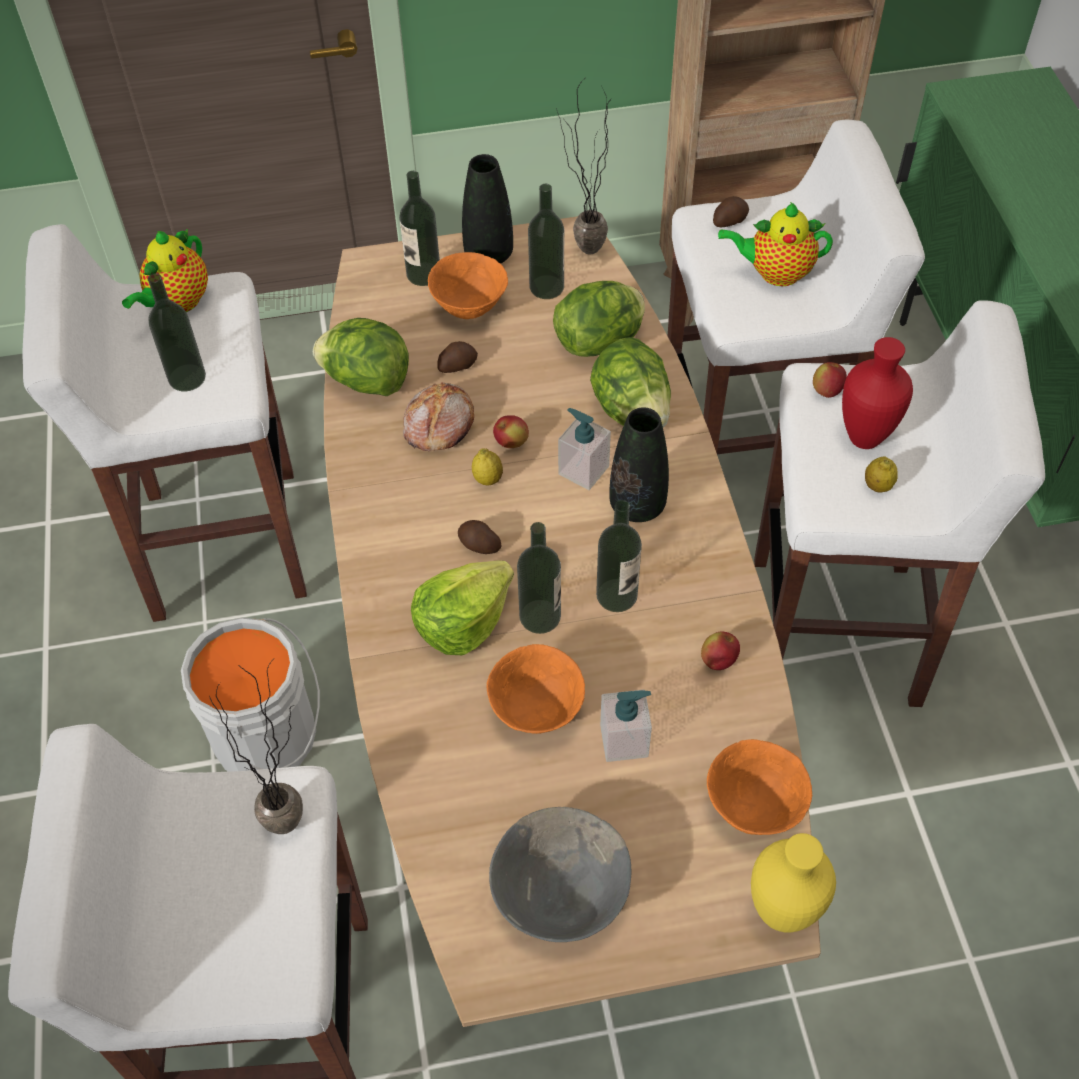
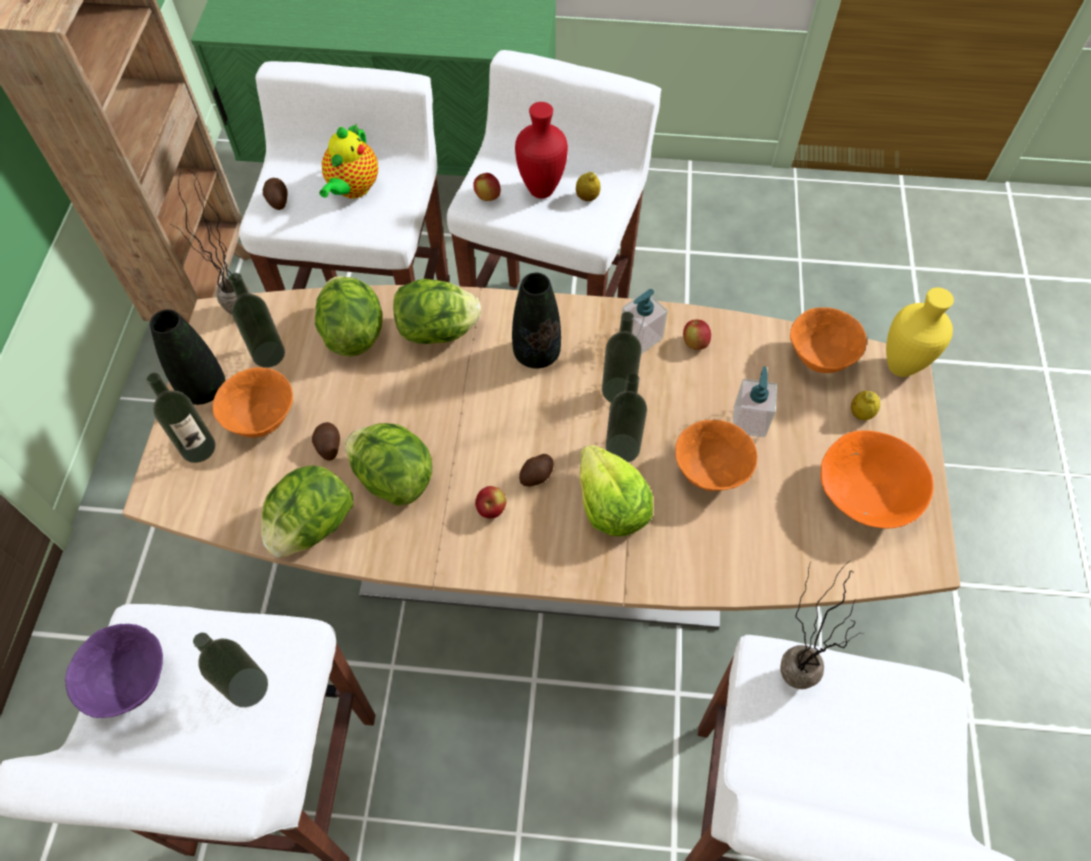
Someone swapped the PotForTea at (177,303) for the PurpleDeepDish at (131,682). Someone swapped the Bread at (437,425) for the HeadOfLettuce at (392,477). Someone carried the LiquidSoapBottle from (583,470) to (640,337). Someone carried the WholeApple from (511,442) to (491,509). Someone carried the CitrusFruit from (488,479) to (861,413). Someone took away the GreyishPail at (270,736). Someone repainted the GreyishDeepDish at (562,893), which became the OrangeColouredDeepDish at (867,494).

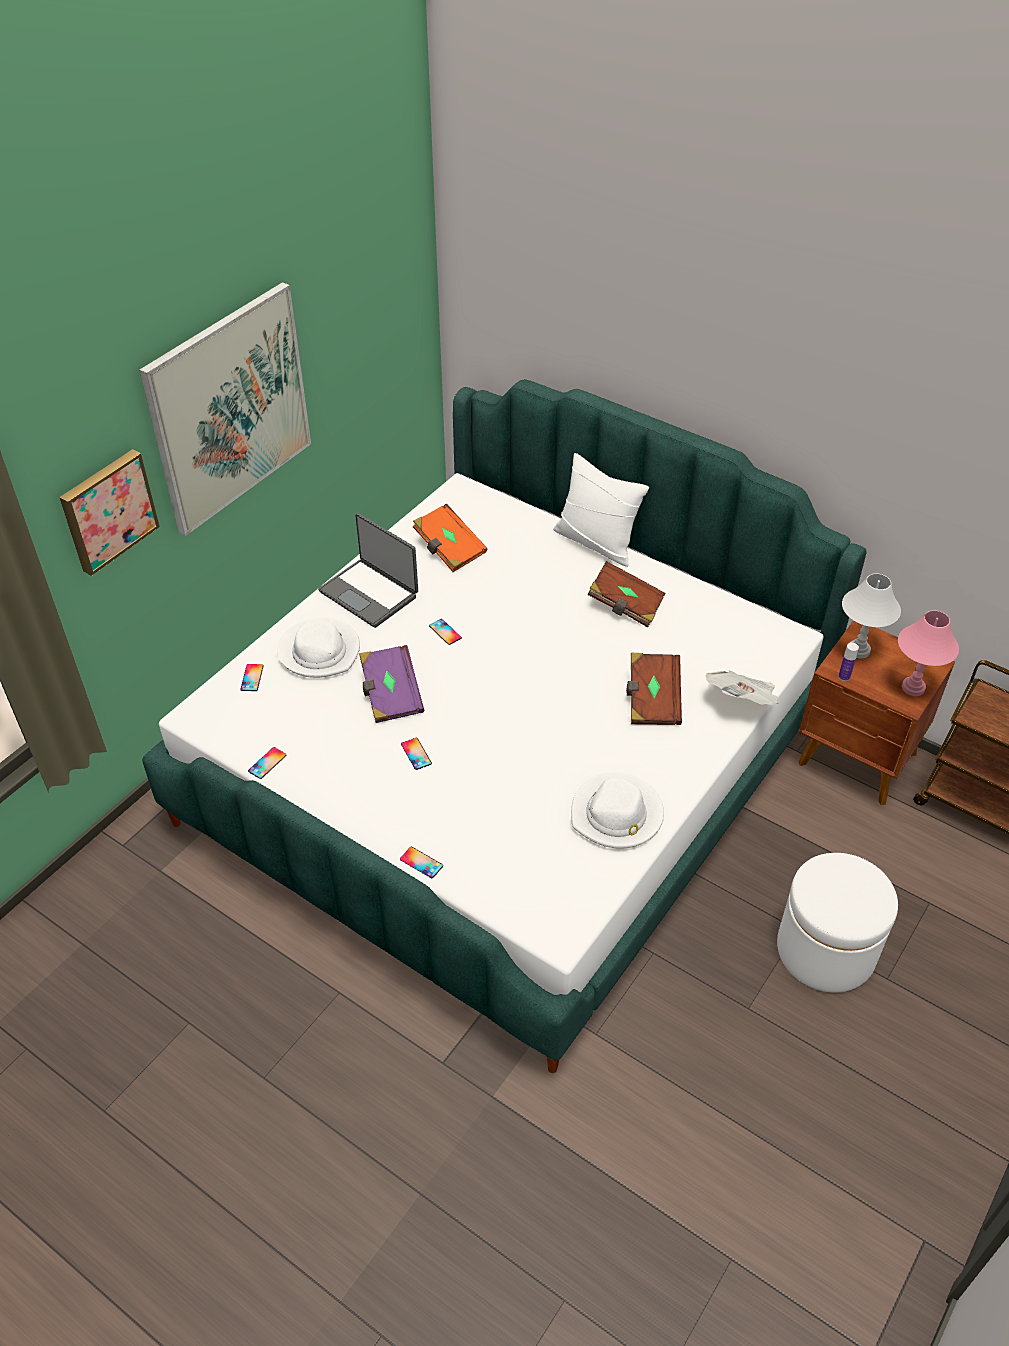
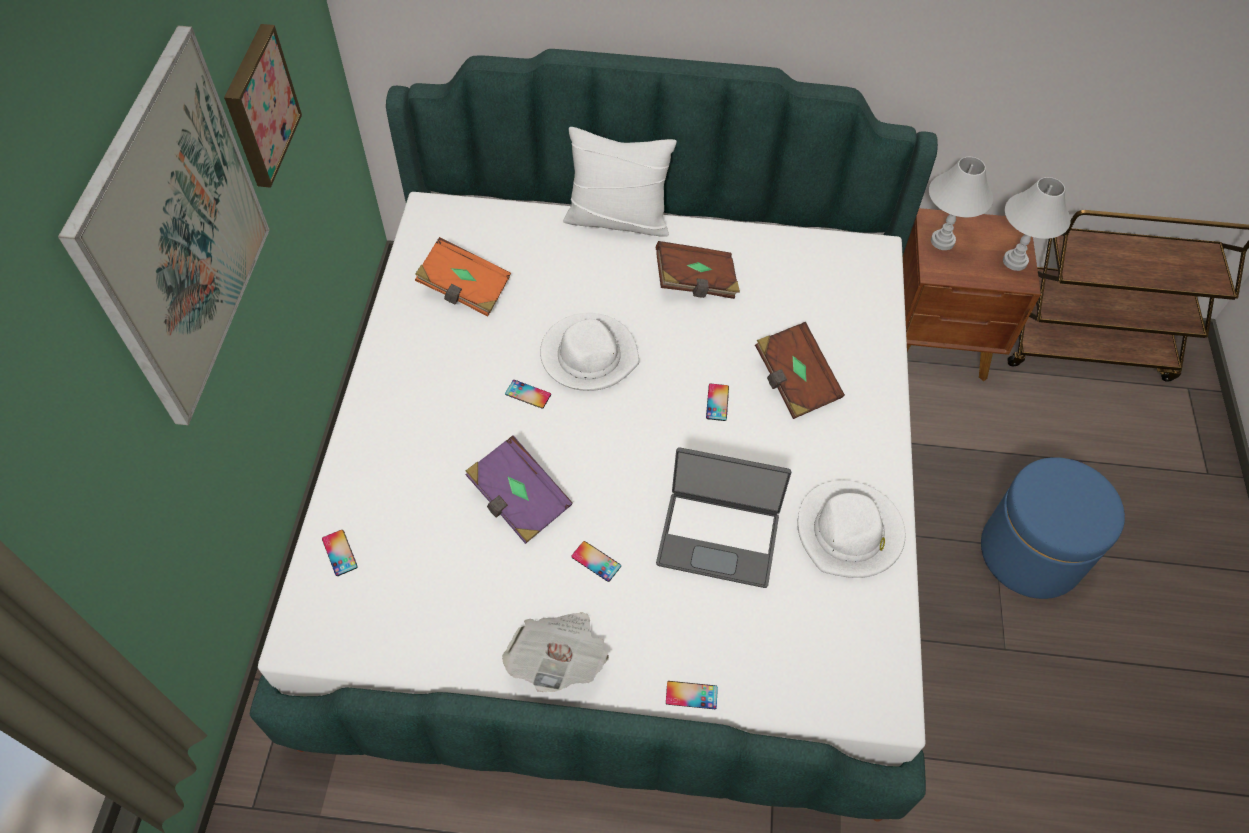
Someone carried the WallArt from (107,510) to (259,106). Someone carried the Laptop from (370,593) to (719,537). Someone repainted the PinkTabletopLamp at (913,687), which became the WhiteColouredTabletopLamp at (1014,261). Someone carried the WhiteColouredClothingHat from (320,651) to (589,355). Someone took away the BeverageBottle at (844,677). Someone carried the PrintedPaper from (742,701) to (559,659). Someone carried the Telephone from (267,763) to (717,402). Someone repainted the WhiteColouredPouffe at (825,950), which became the BluePouffe at (1030,553).

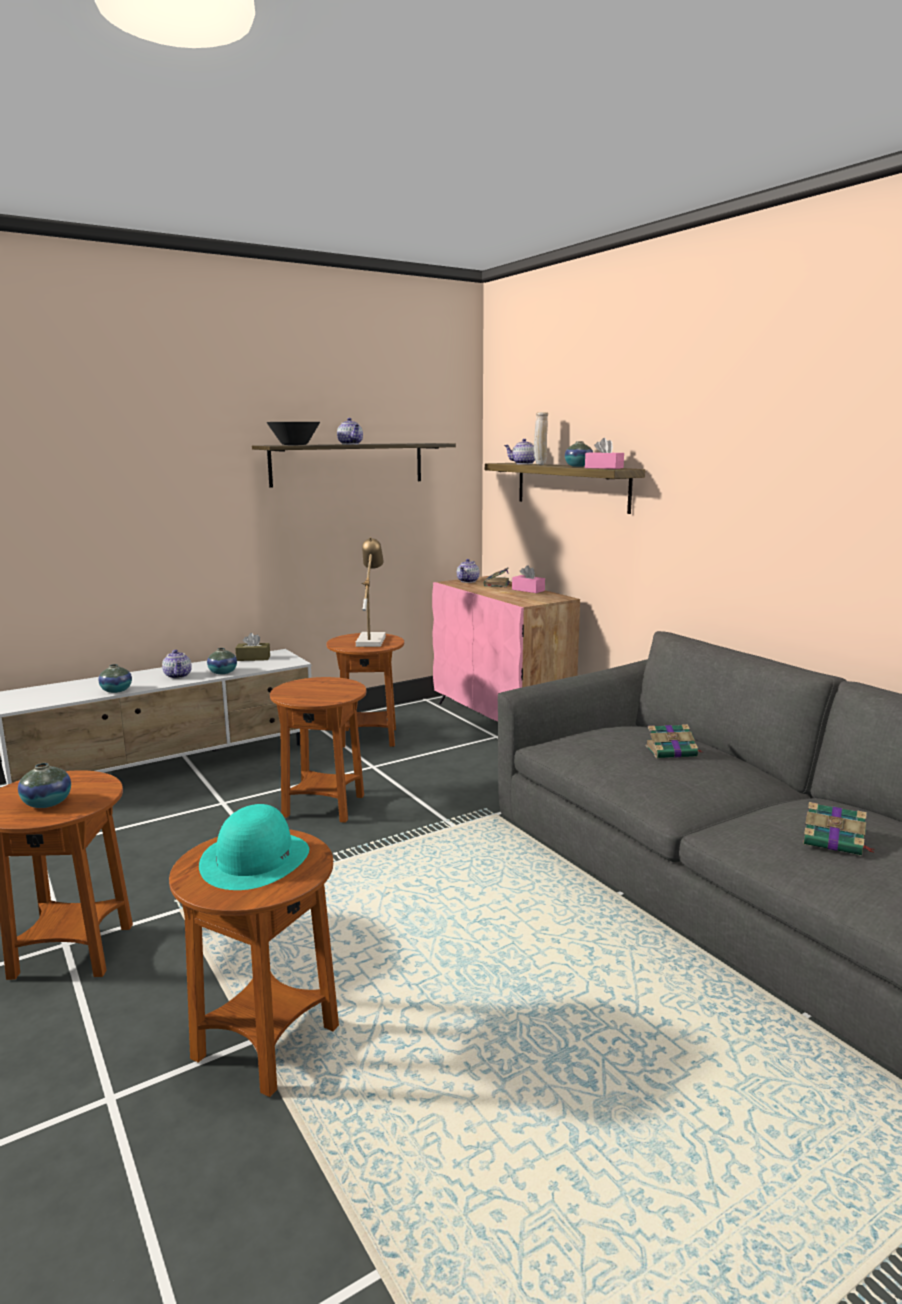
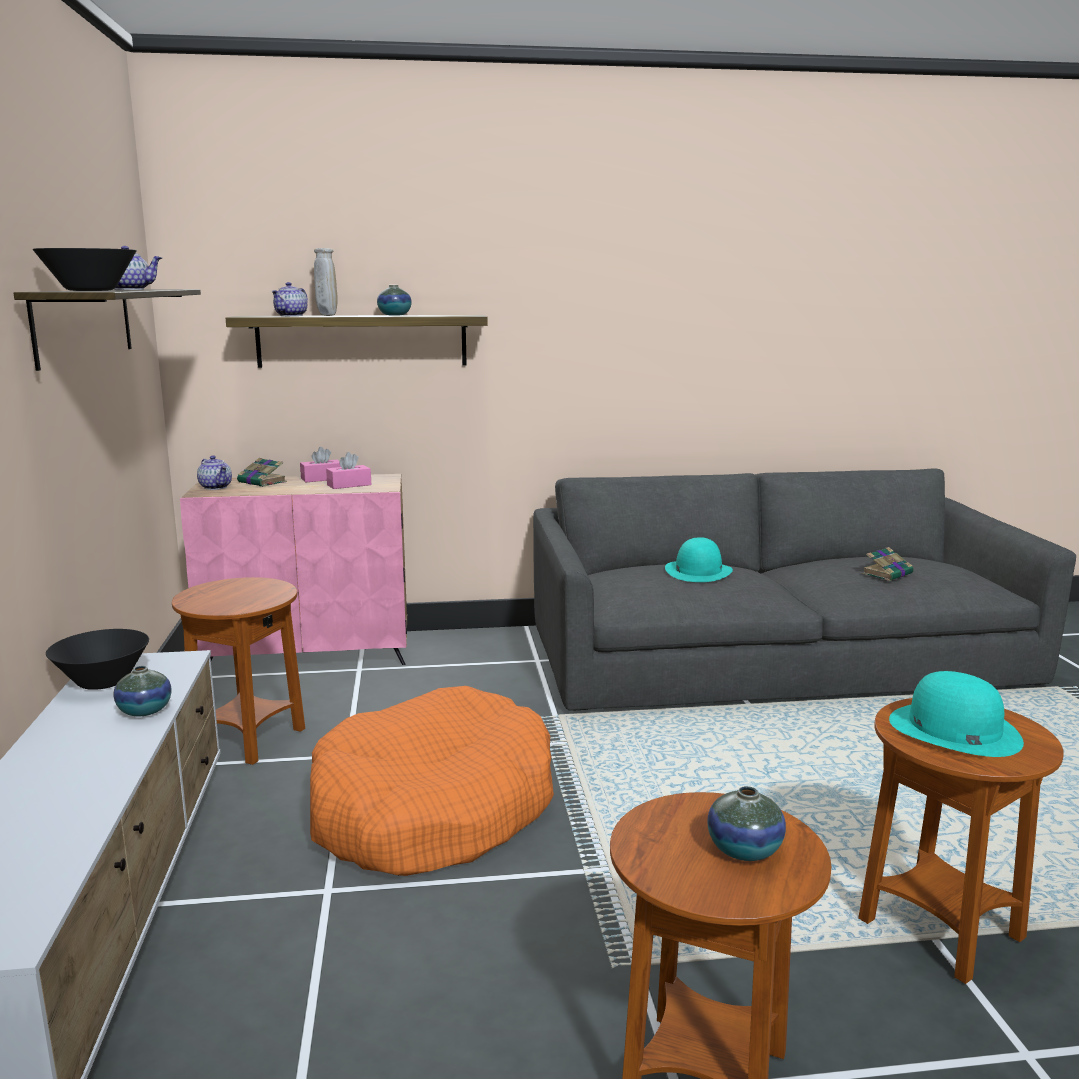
Someone carried the PinkTissueHolder from (604,468) to (349,485). Someone took away the TabletopLamp at (371,640). Someone swapped the BrownColouredTissueHolder at (253,658) for the BlackColouredDeepDish at (103,682). Someone took away the PotForTea at (178,676). Someone took away the DecorativeVase at (116,690). Someone swapped the BrownColouredEndTable at (324,807) for the OrangeColouredDogBed at (432,809). Someone swapped the Volume at (672,751) for the TurquoiseColouredClothingHat at (698,571).

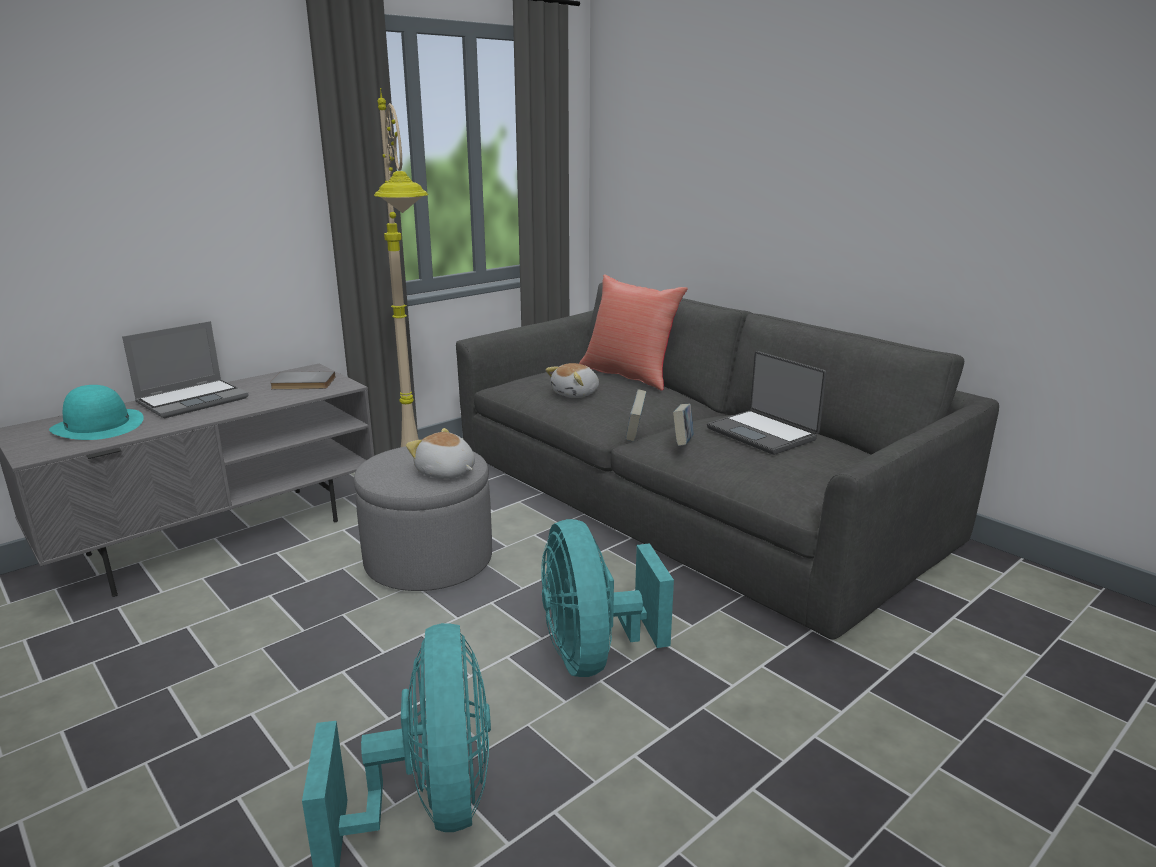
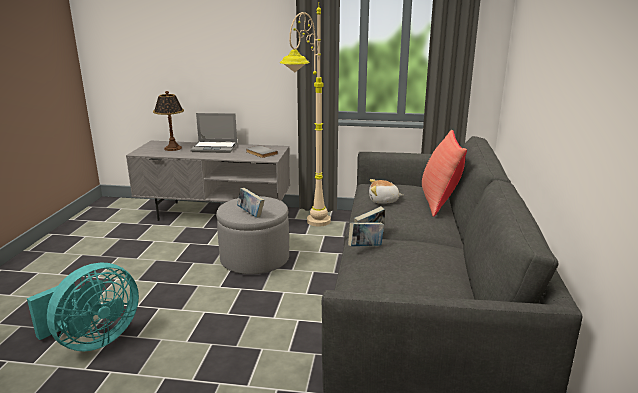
Someone took away the Laptop at (763,433). Someone swapped the TurquoiseColouredClothingHat at (98,425) for the TabletopLamp at (172,148). Someone swapped the CuddlyToy at (445,472) for the Volume at (251,214). Someone took away the TurquoiseColouredElectricFan at (593,654).

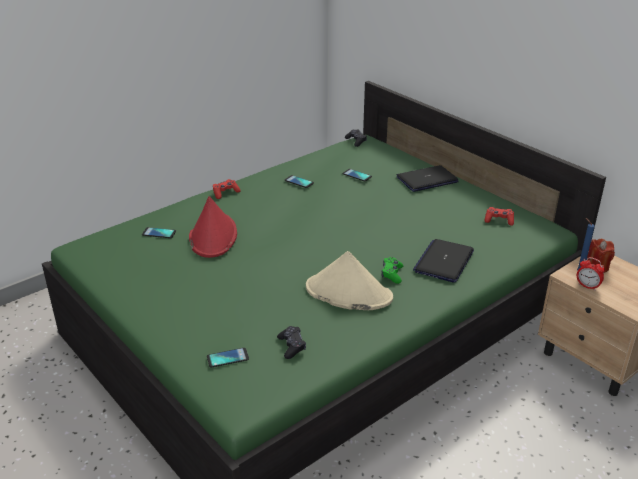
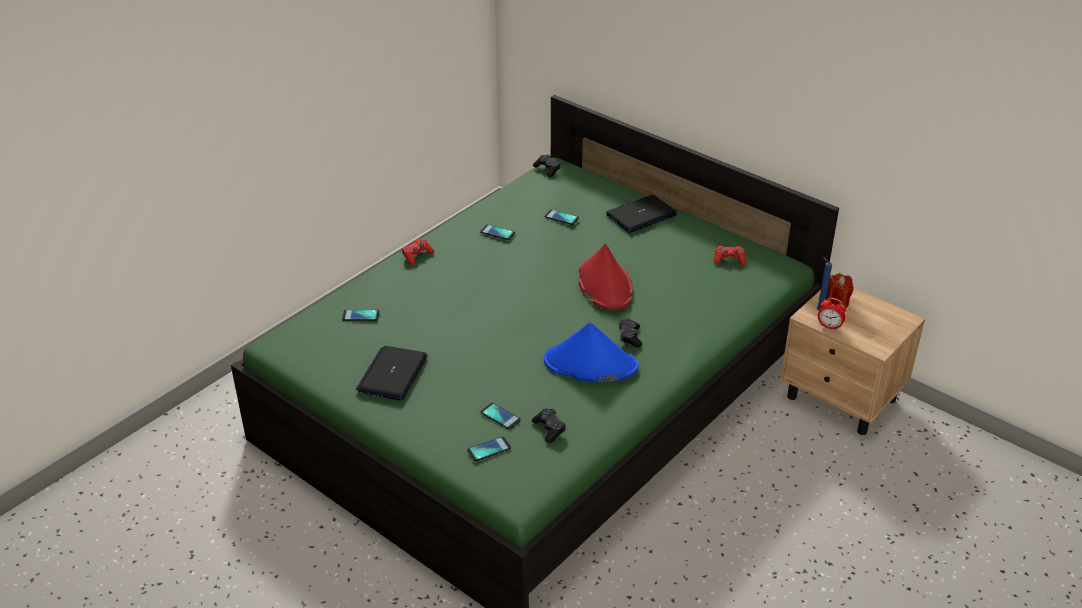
Someone carried the RedClothingHat from (213,236) to (604,284). Someone carried the Laptop from (444,261) to (392,374). Someone repainted the SandColouredClothingHat at (348,293), which became the BlueClothingHat at (590,364). Someone repainted the GreenColouredJoypad at (392,274), which became the BlackColouredJoypad at (630,337). Someone put down the Telephone at (500,416).

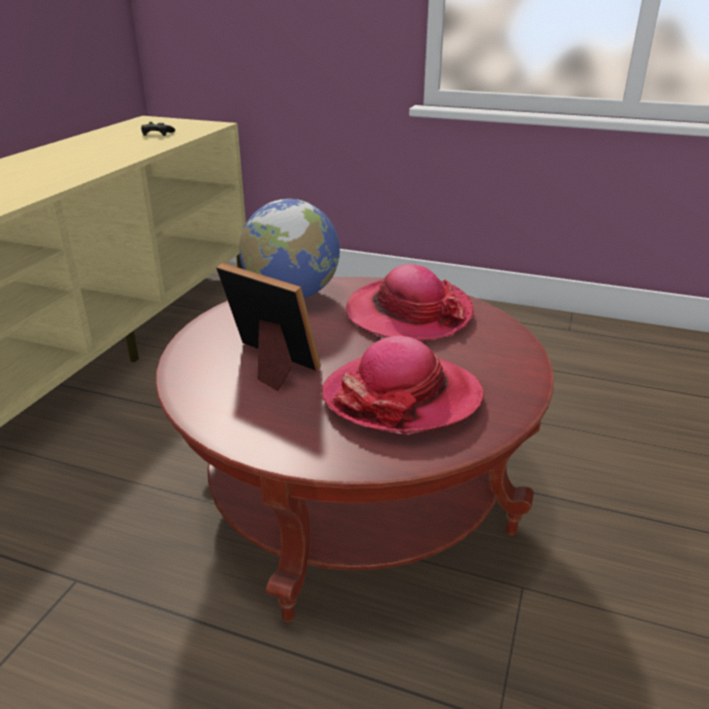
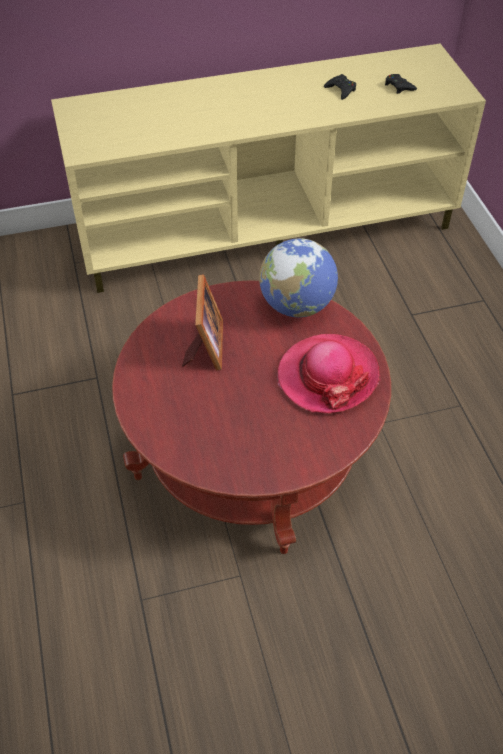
Someone took away the ClothingHat at (402,397). Someone put down the BlackColouredJoypad at (341,90).

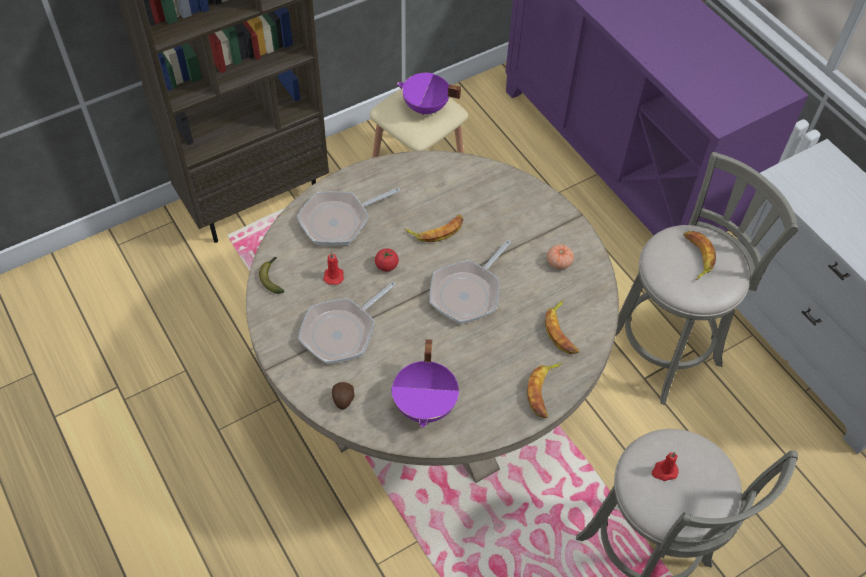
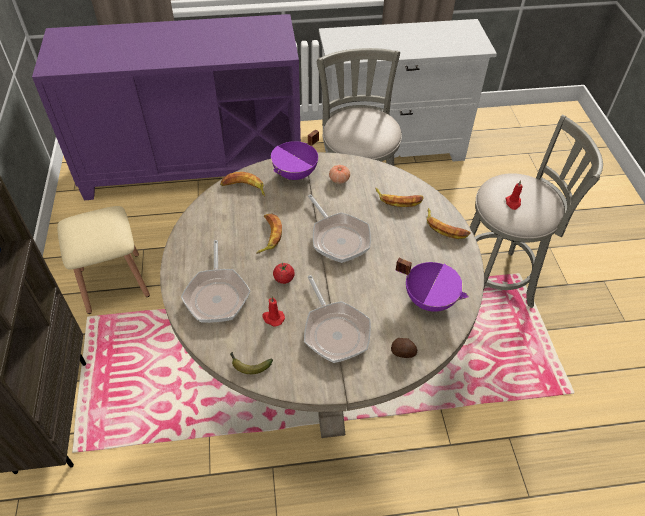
Someone carried the PurpleStockpot from (426,108) to (296,174). Someone carried the Banana from (696,256) to (244,188).

